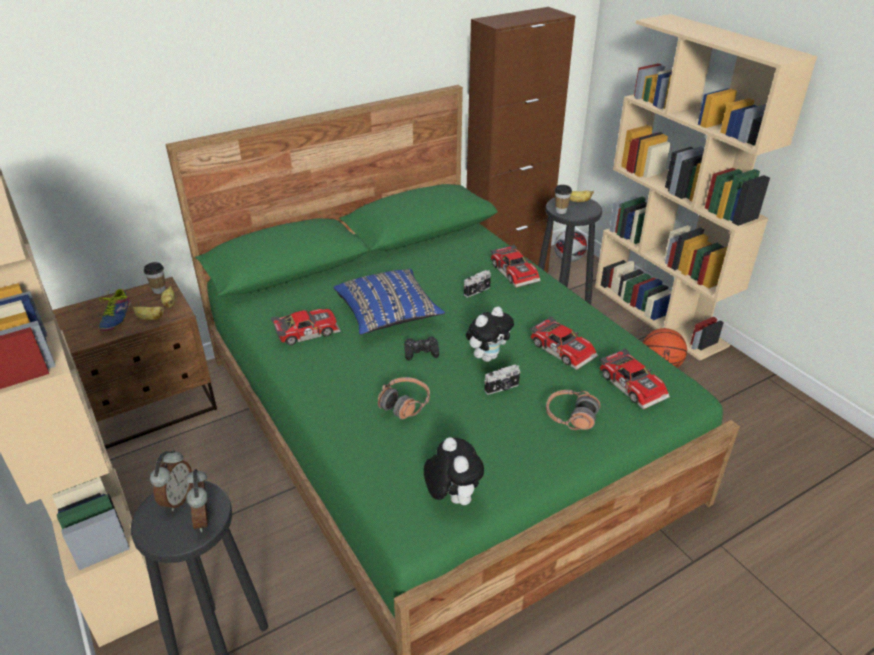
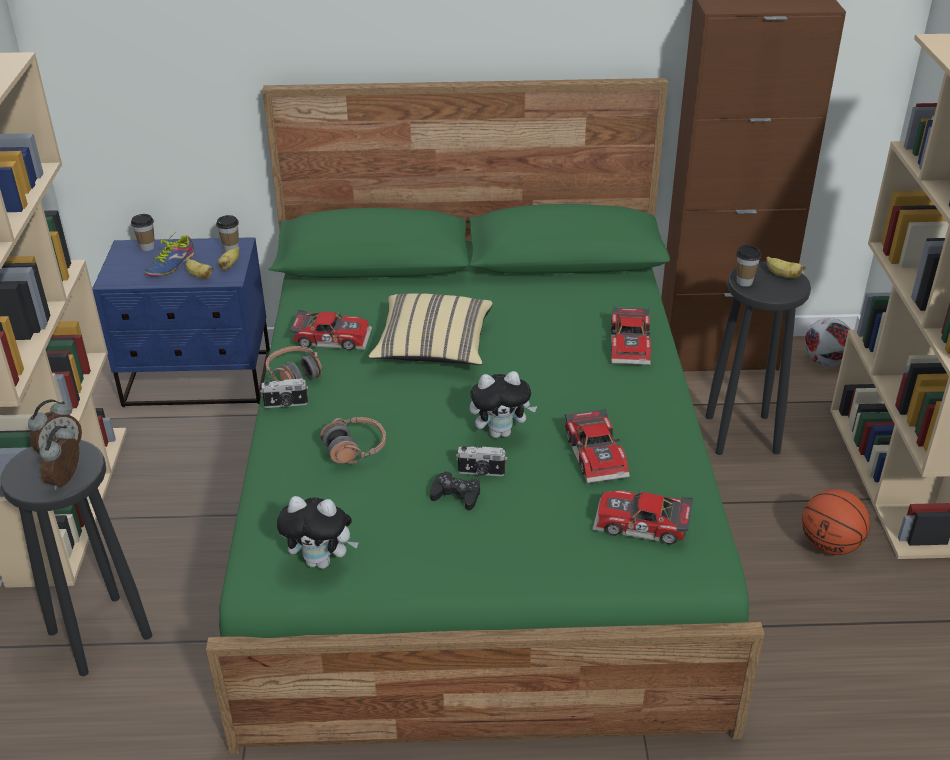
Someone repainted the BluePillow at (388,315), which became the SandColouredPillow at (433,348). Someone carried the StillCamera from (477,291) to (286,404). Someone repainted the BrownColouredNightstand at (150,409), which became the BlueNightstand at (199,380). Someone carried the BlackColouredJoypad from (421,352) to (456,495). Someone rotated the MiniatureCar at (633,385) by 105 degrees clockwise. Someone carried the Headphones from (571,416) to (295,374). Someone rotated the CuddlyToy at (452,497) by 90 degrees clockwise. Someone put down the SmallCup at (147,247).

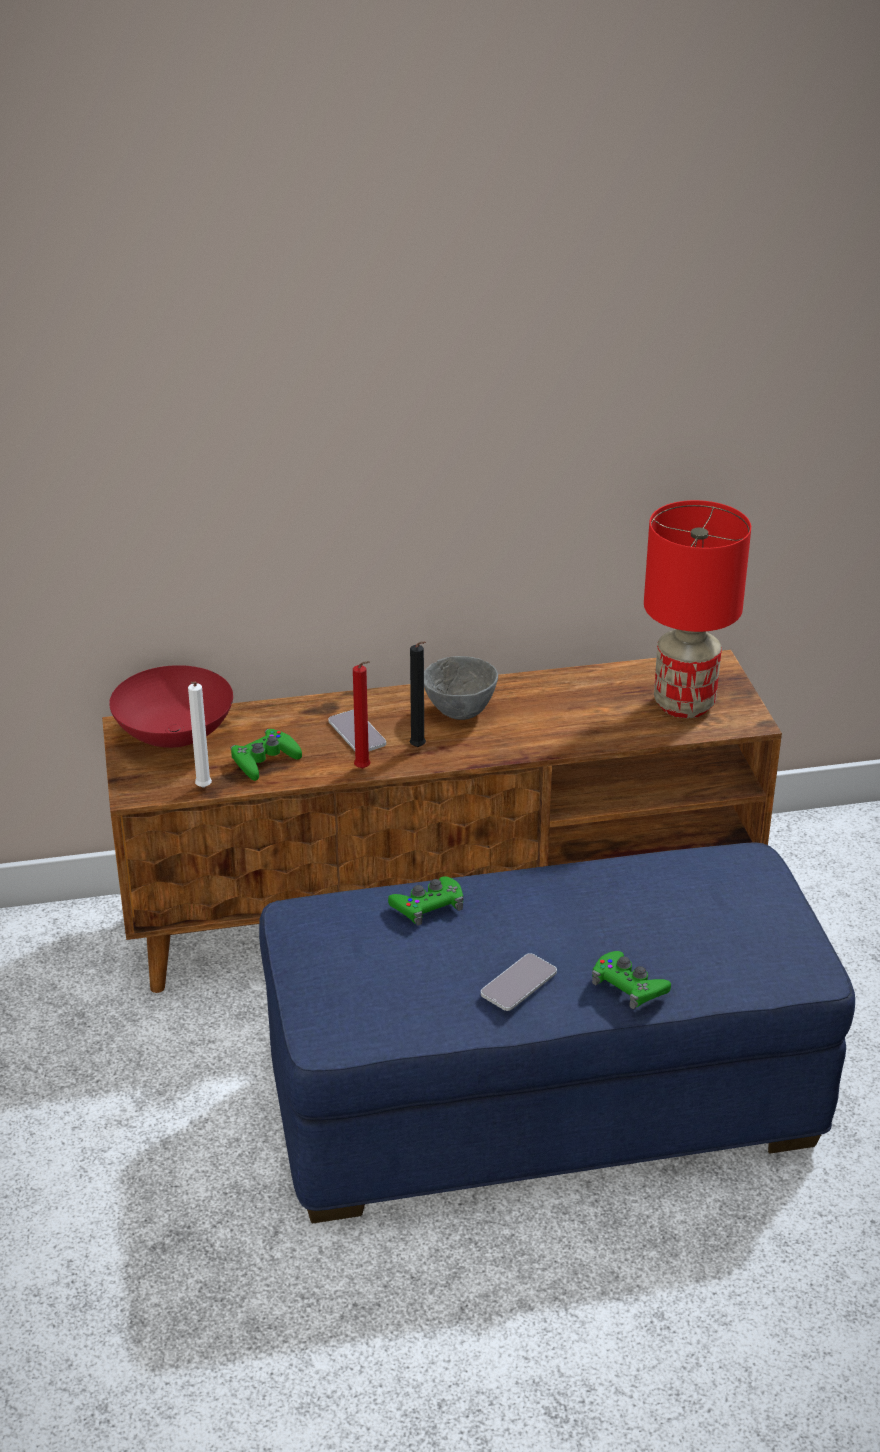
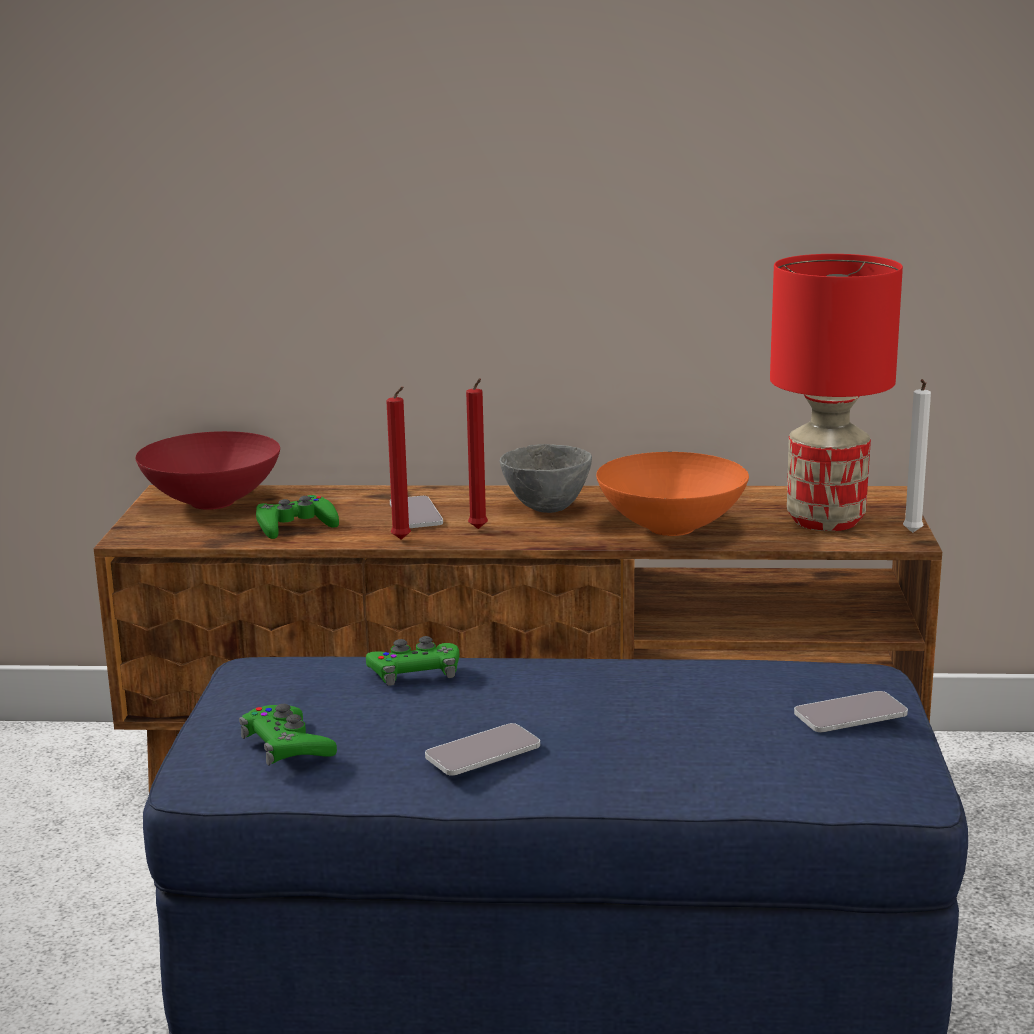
Someone repainted the BlackColouredWaxCandle at (419,748), which became the RedWaxCandle at (479,530). Someone carried the WhiteColouredWaxCandle from (203,789) to (912,534). Someone carried the GreenColouredJoypad from (628,986) to (287,746). Someone put down the OrangeColouredDeepDish at (673,528). Someone put down the Telephone at (850,714).

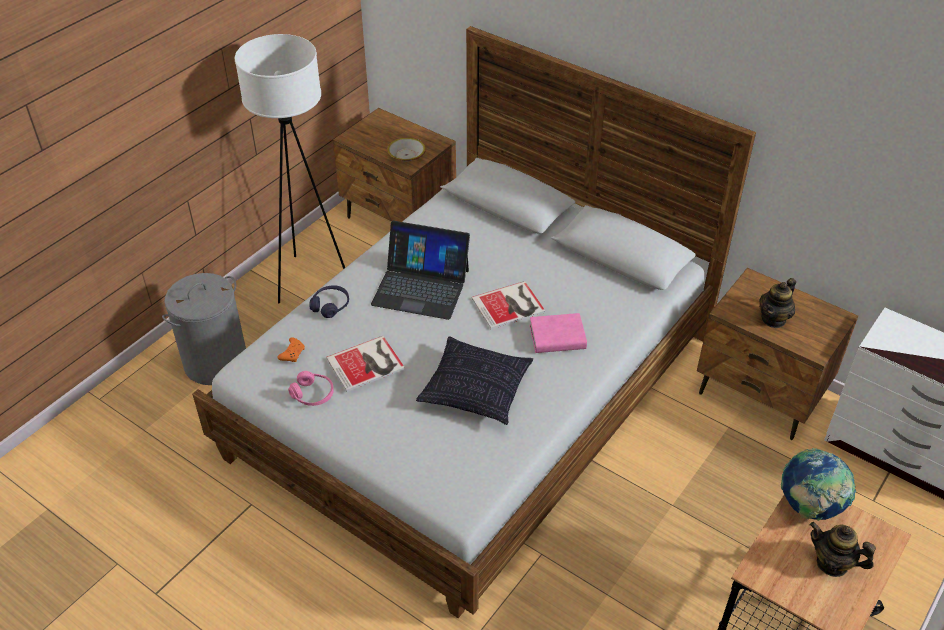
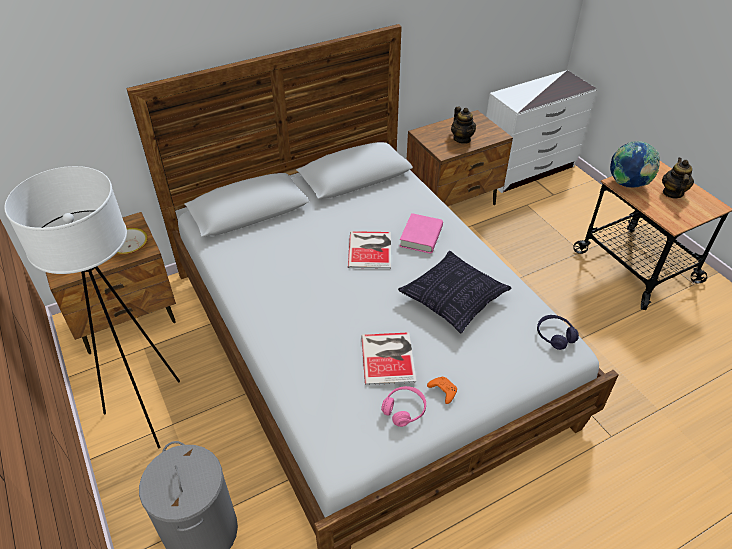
Someone took away the Laptop at (421,287). Someone carried the PurpleHeadphones from (330,306) to (555,336). Someone carried the OrangeColouredJoypad from (292,353) to (442,391). Someone rotated the PotForTea at (832,563) by 135 degrees clockwise.

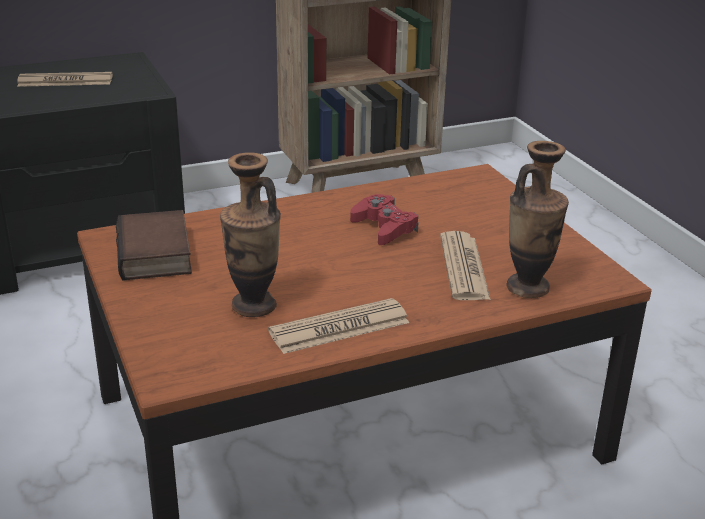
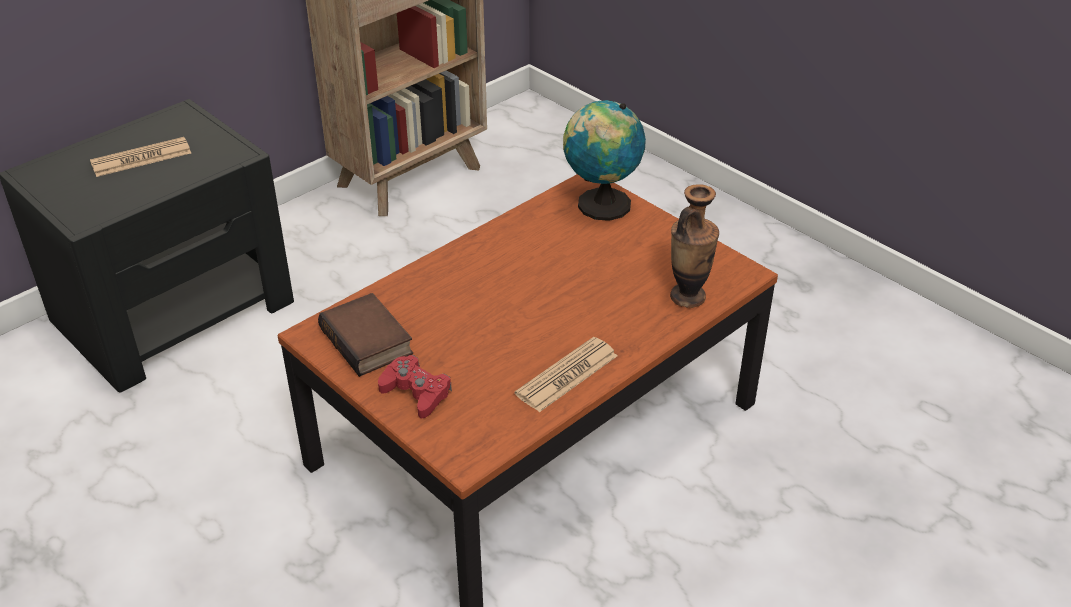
Someone took away the DecorativeVase at (253,305). Someone carried the RedJoypad from (384,228) to (416,392). Someone took away the PrintedPaper at (463,267). Someone put down the DeskGlobe at (600,205).

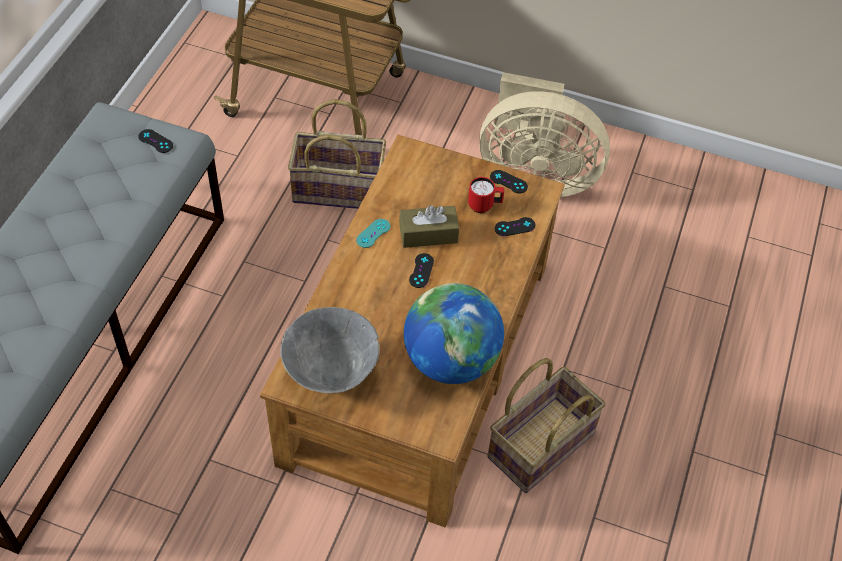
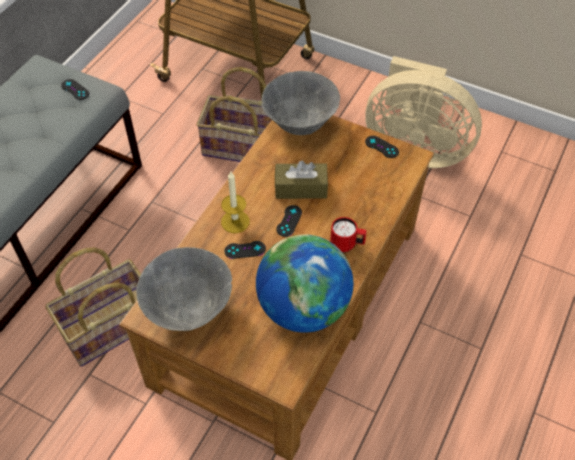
Someone carried the RedCoffeeMug from (484,206) to (347,245). Someone carried the BlackColouredJoypad from (514,227) to (245,250). Someone took away the TurquoiseColouredJoypad at (373,233). Someone carried the StorageBasket from (540,443) to (110,325). Someone put down the GreyishDeepDish at (300,125). Someone put down the WaxCandle at (235,221).

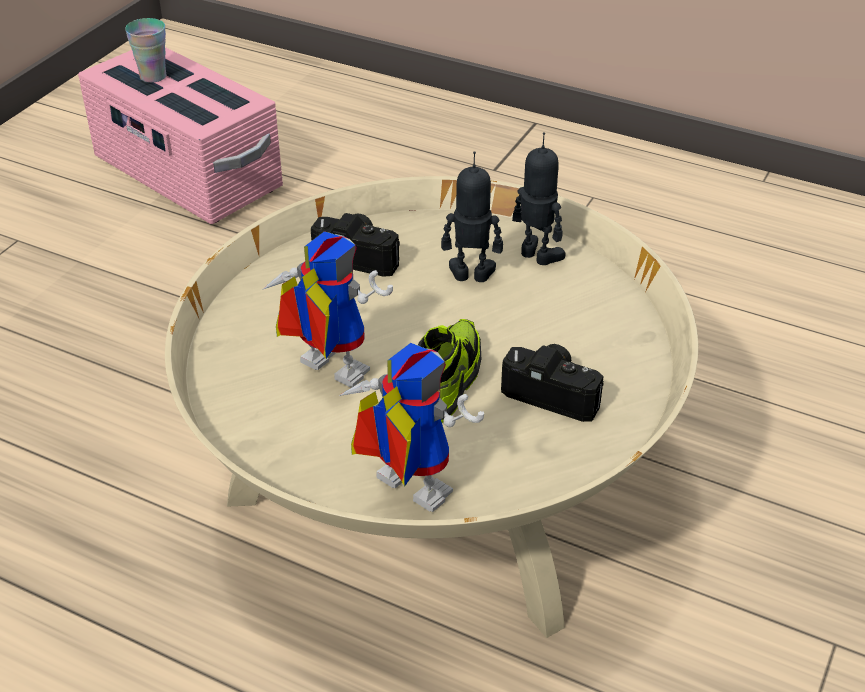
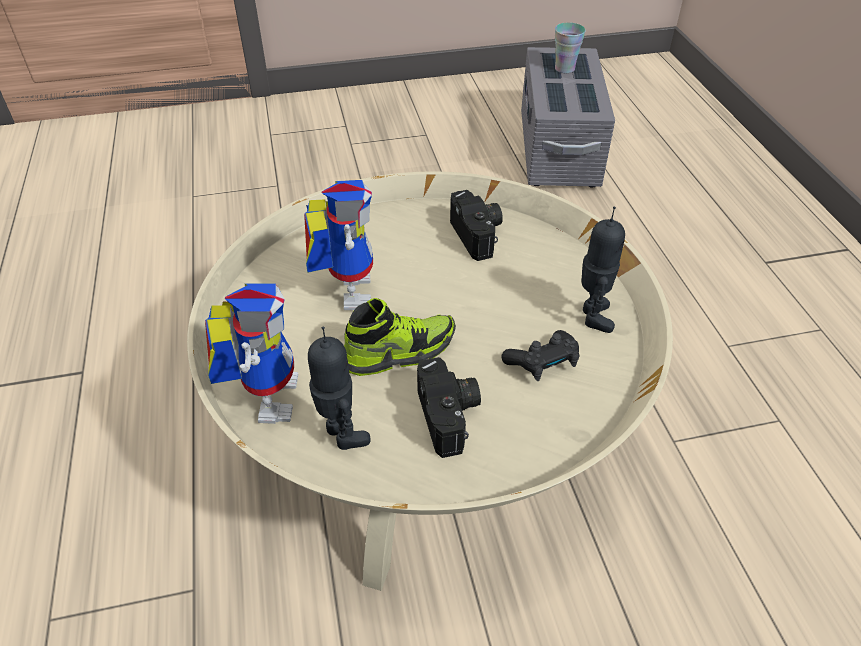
Someone repainted the PinkStorageContainer at (187,175), which became the GreyishStorageContainer at (558,149). Someone carried the ModelRobot from (471,276) to (341,435). Someone put down the BlackColouredJoypad at (542,363).

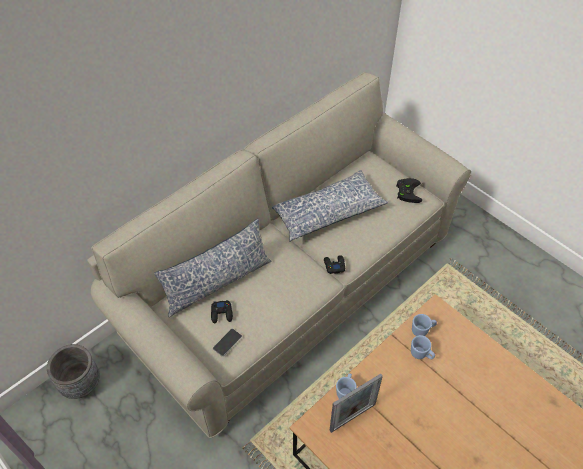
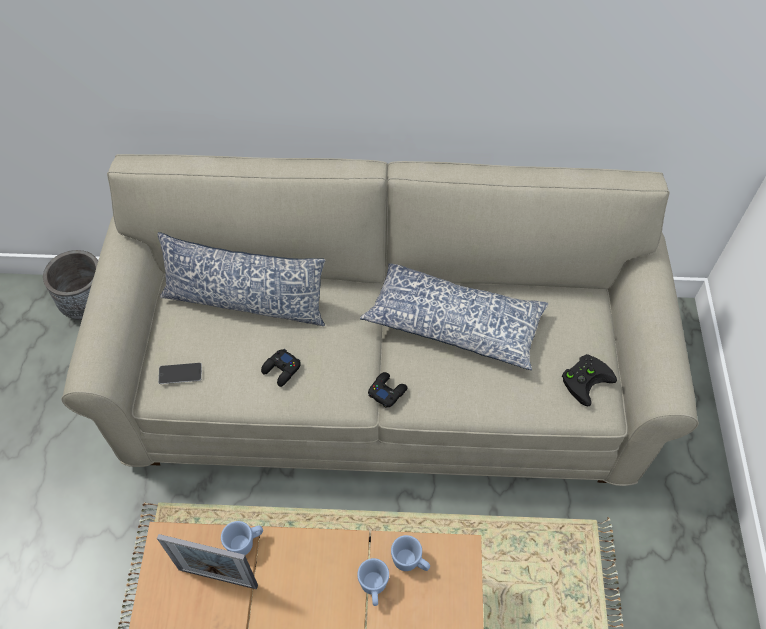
Someone carried the BlackColouredJoypad from (222,313) to (281,370).

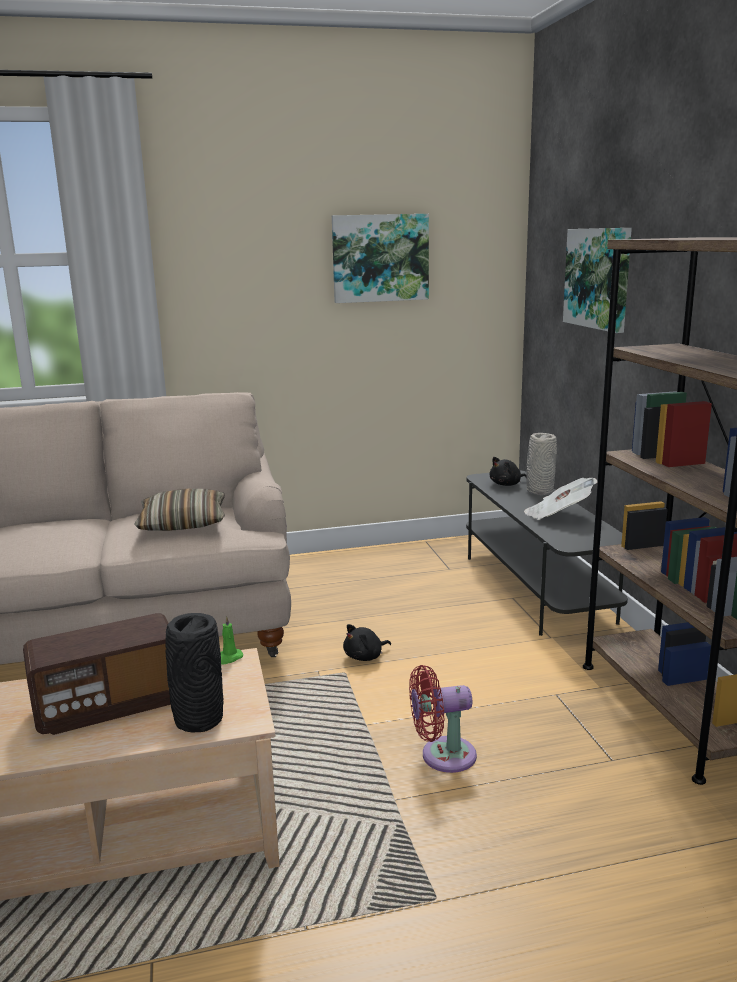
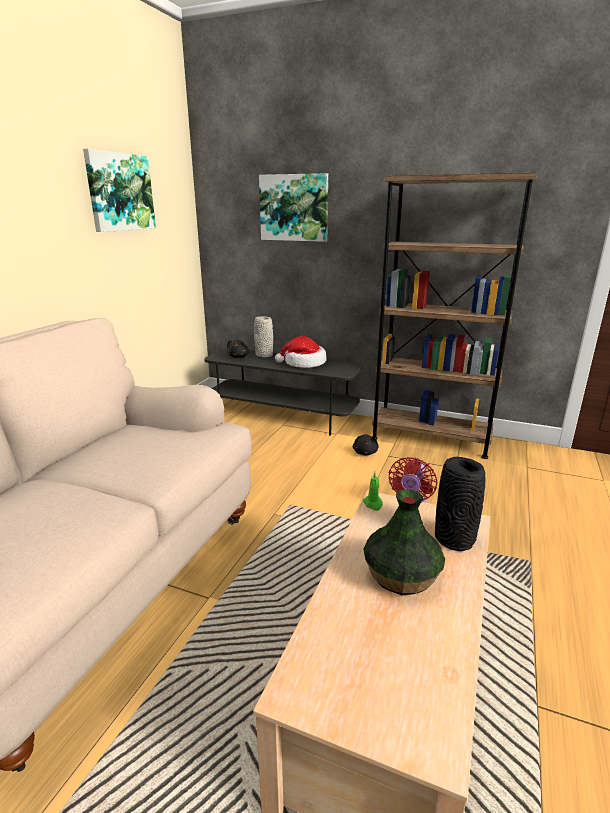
Someone swapped the PrintedPaper at (558,516) for the ClothingHat at (303,363). Someone took away the Pillow at (183,523). Someone swapped the RadioSet at (109,705) for the DecorativeVase at (400,575). Someone carried the BlackColouredCuddlyToy from (365,657) to (365,452).

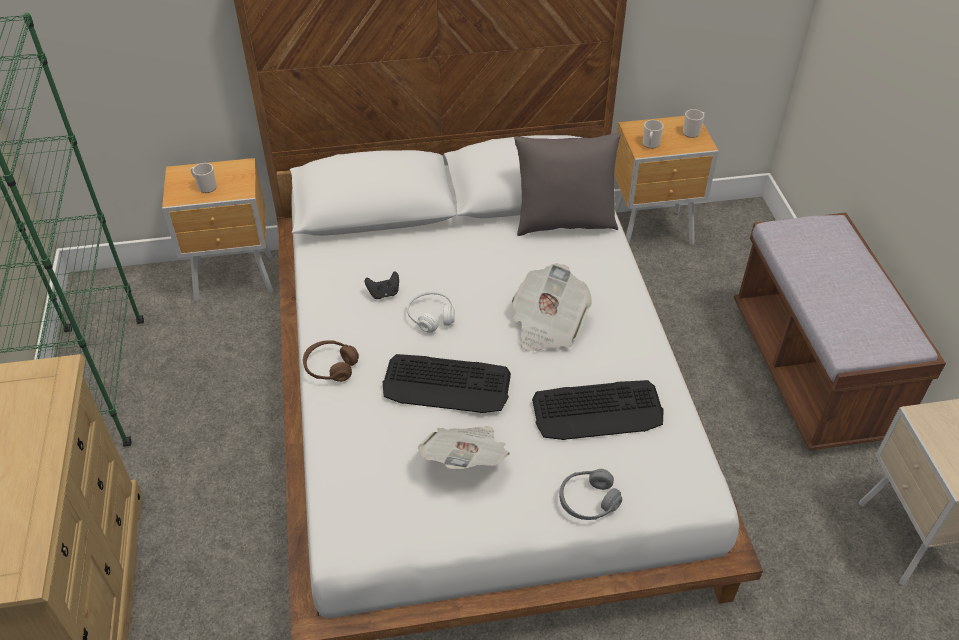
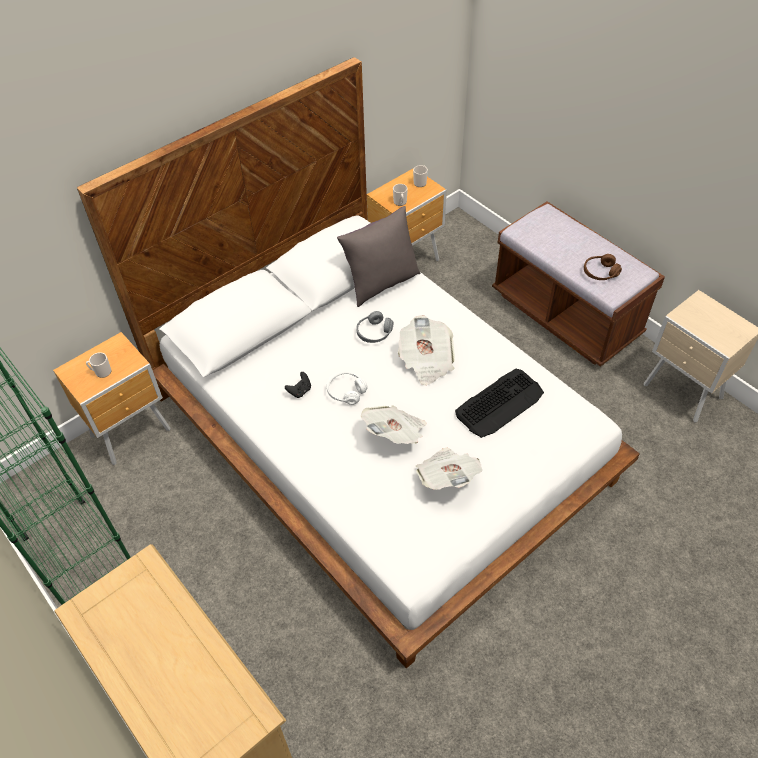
Someone carried the BrownColouredHeadphones from (331,367) to (600,272). Someone swapped the ComputerKeyboard at (447,384) for the PrintedPaper at (395,434). Someone carried the GreyishHeadphones from (588,501) to (374,332).

